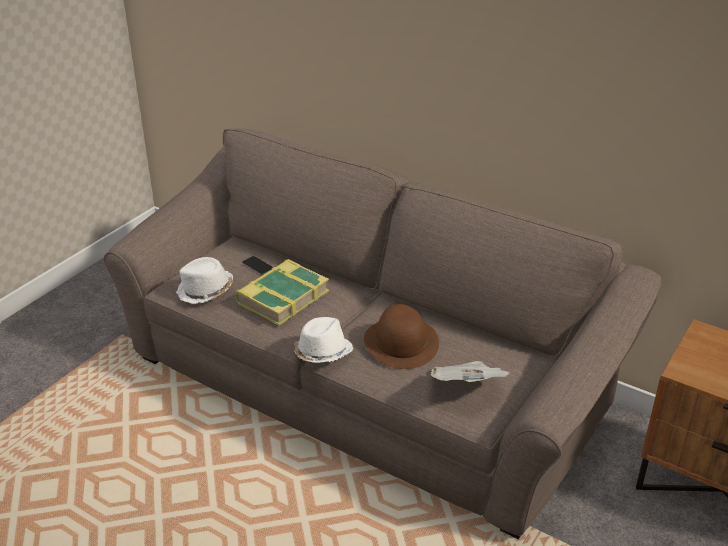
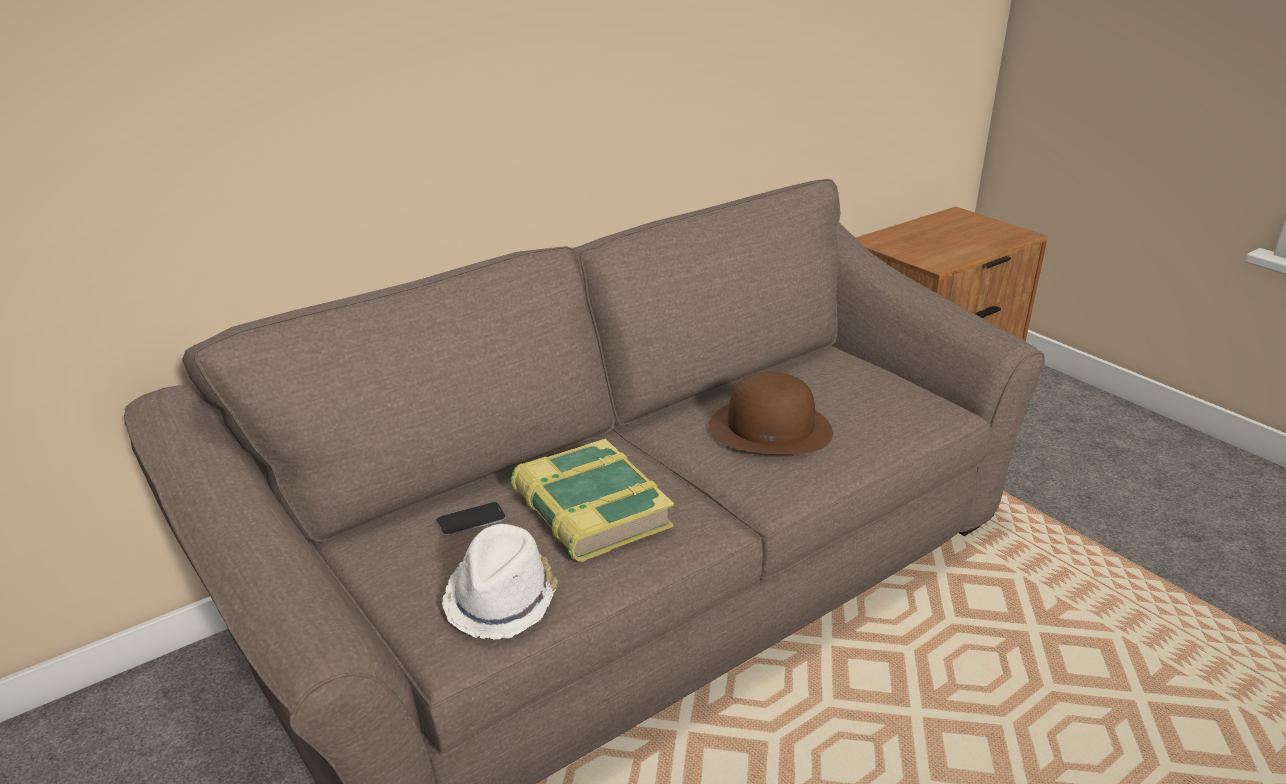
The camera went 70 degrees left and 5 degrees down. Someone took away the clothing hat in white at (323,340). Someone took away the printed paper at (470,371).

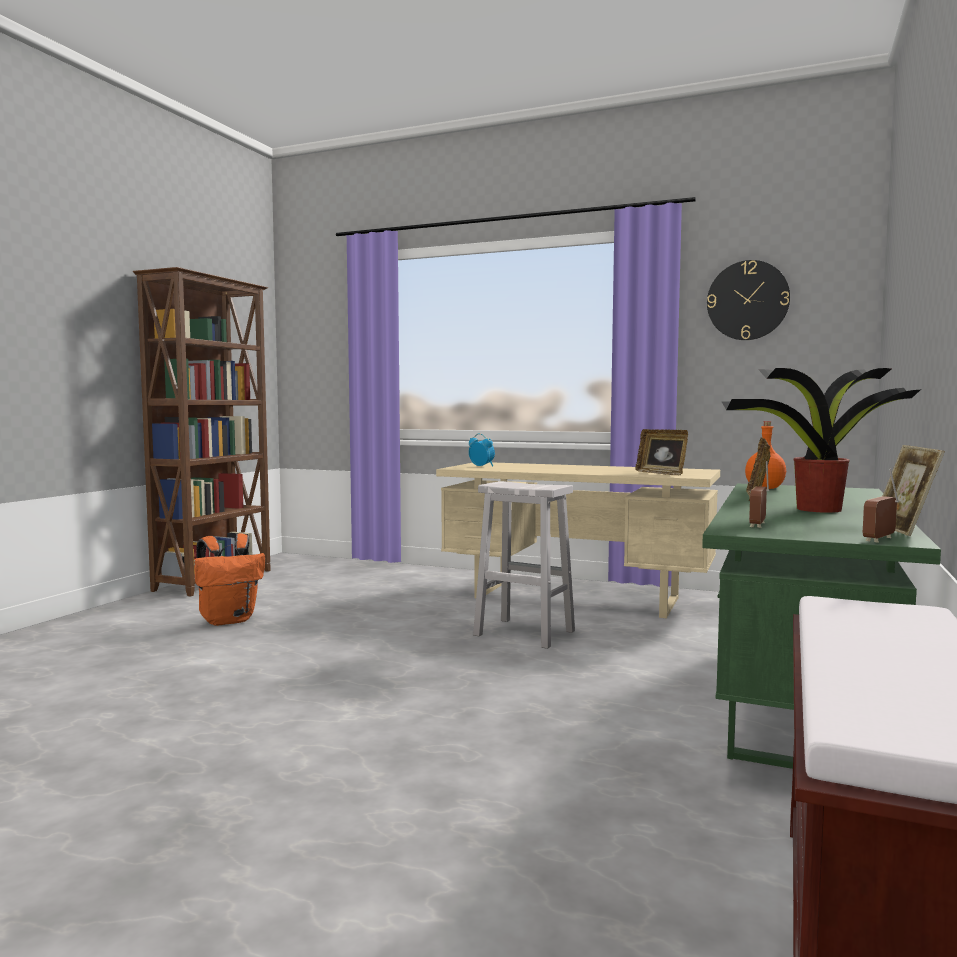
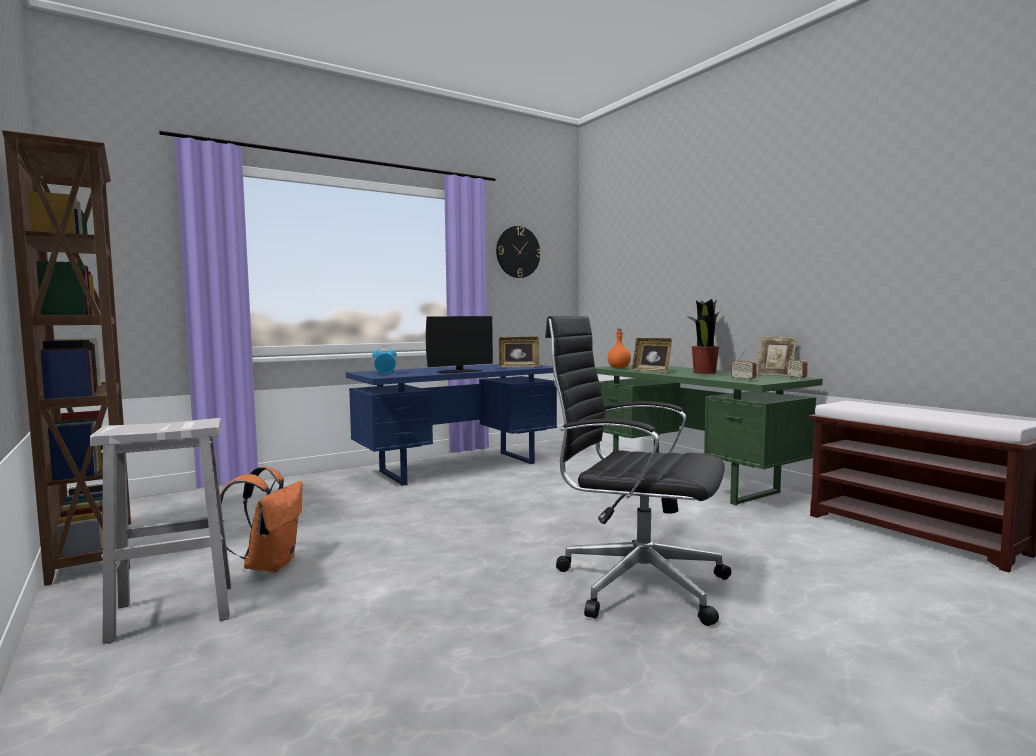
The camera went 55 degrees left and 0 degrees up. Someone repainted the desk unit in beige-coloured at (578,540), which became the desk unit in blue-coloured at (451,425). Someone carried the sitting stool in white from (524,565) to (160,531). Someone put down the monitor at (459,345). Someone put down the office chair in blackish at (638,471).

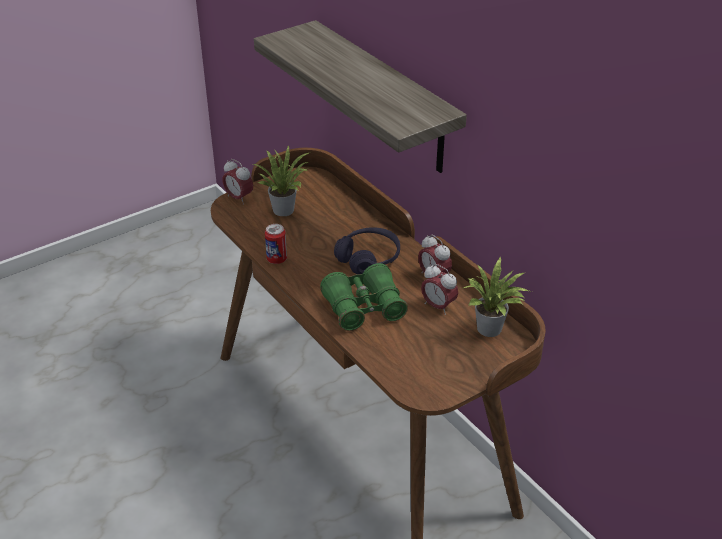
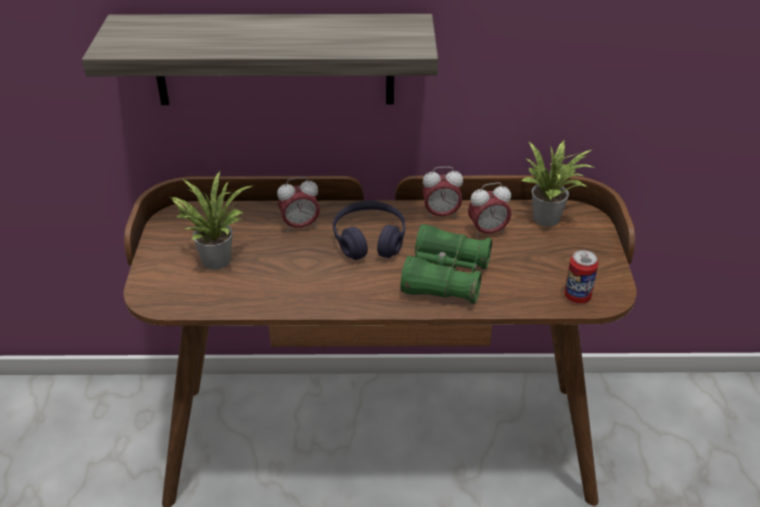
The camera went 55 degrees left and 0 degrees up. Someone carried the bedside clock from (237,182) to (298,204). Someone carried the sealed can from (276,244) to (581,277).

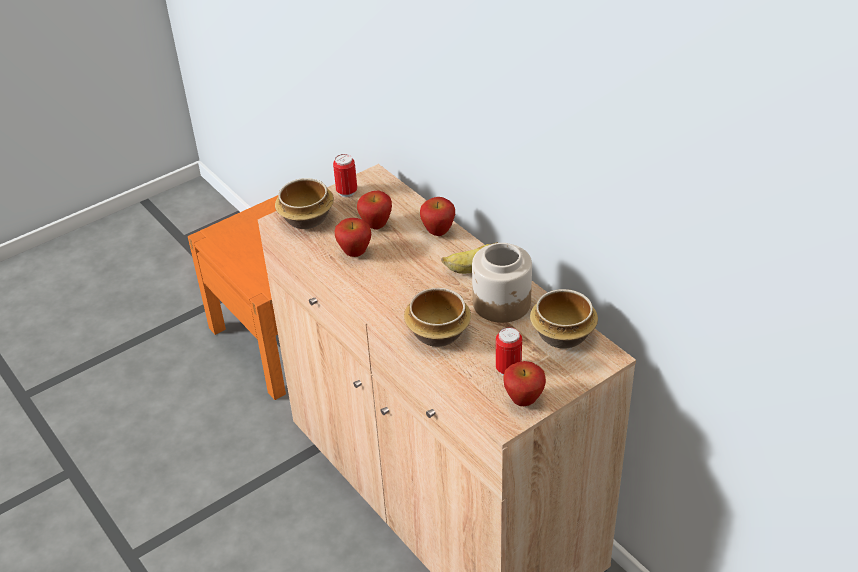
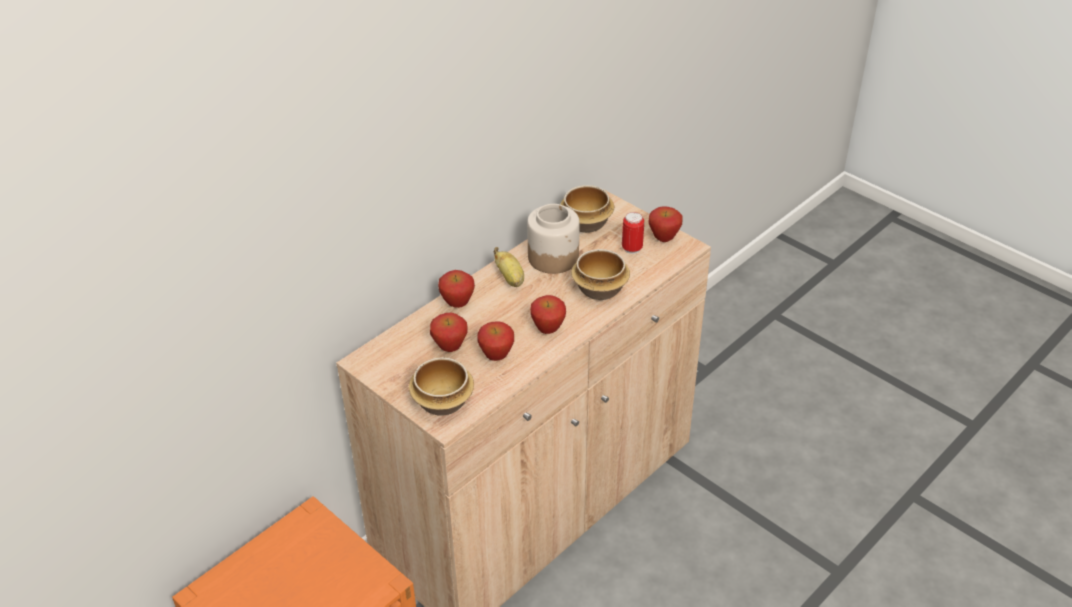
The camera went 100 degrees left and 0 degrees up. Someone took away the sealed can at (345,175). Someone put down the whole apple at (548,314).

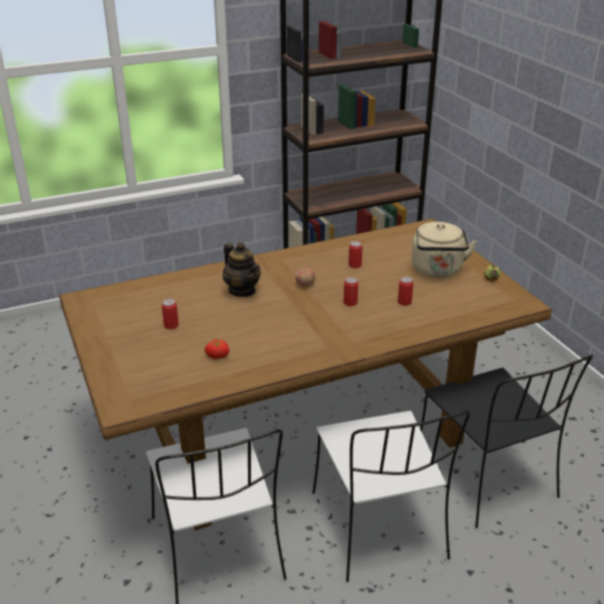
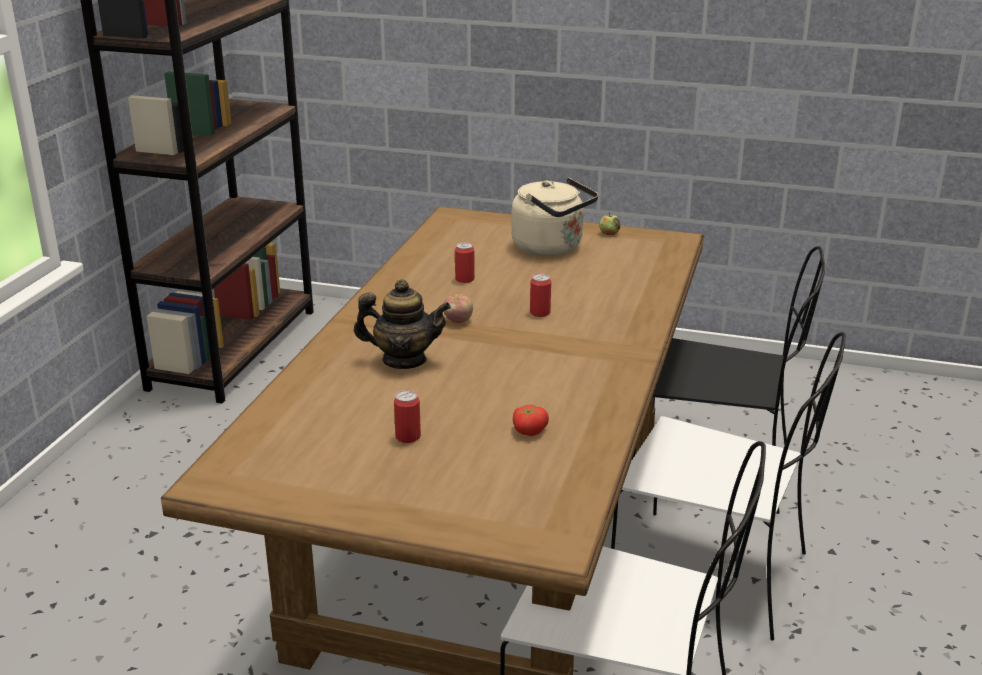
The camera went 50 degrees left and 5 degrees down. Someone took away the sealed can at (406,291).

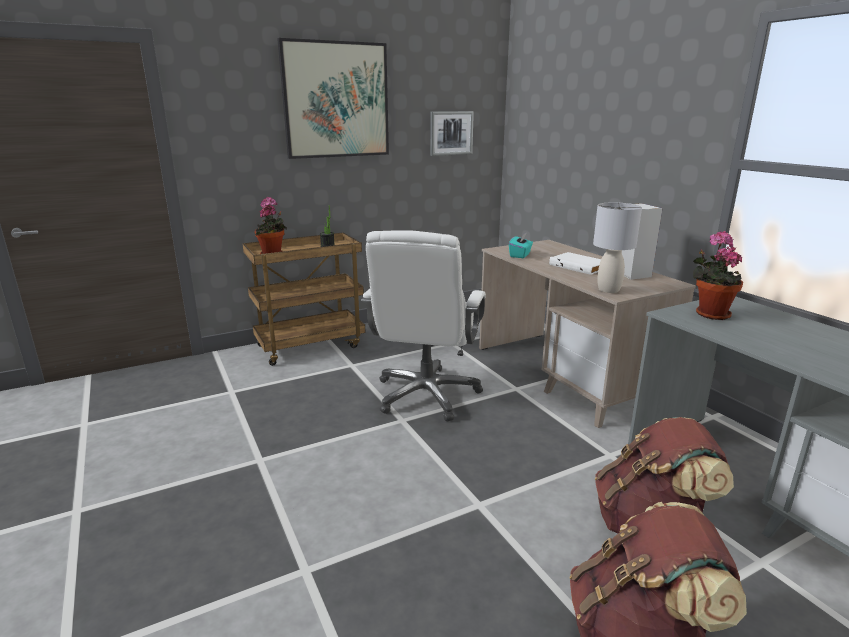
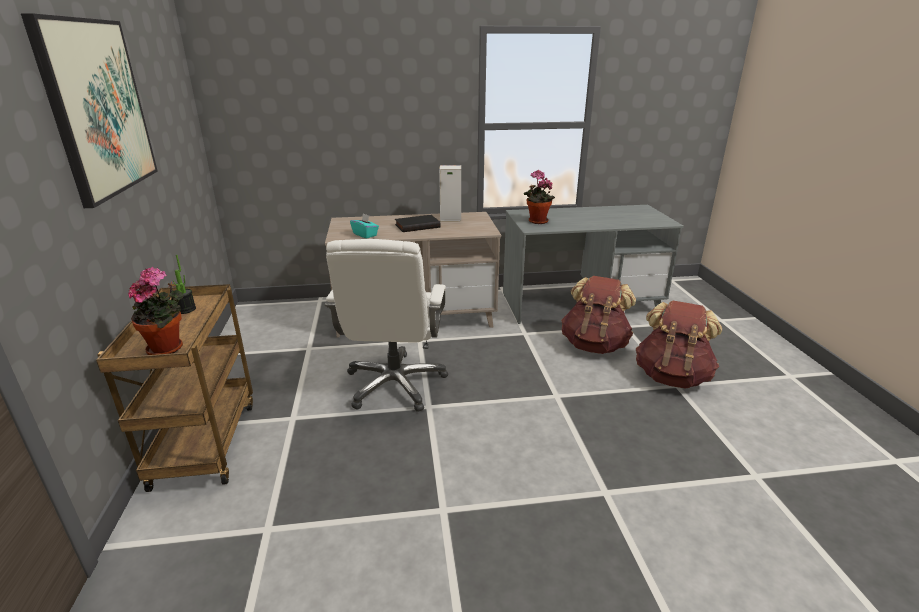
The camera went 70 degrees left and 5 degrees up. Someone rotated the office chair in white at (423,326) by 60 degrees clockwise. Someone took away the wall picture at (452,133). Someone repainted the bound book in white at (575,263), which became the bound book in blackish at (418,223). Someone took away the tabletop lamp in grey at (617,247).

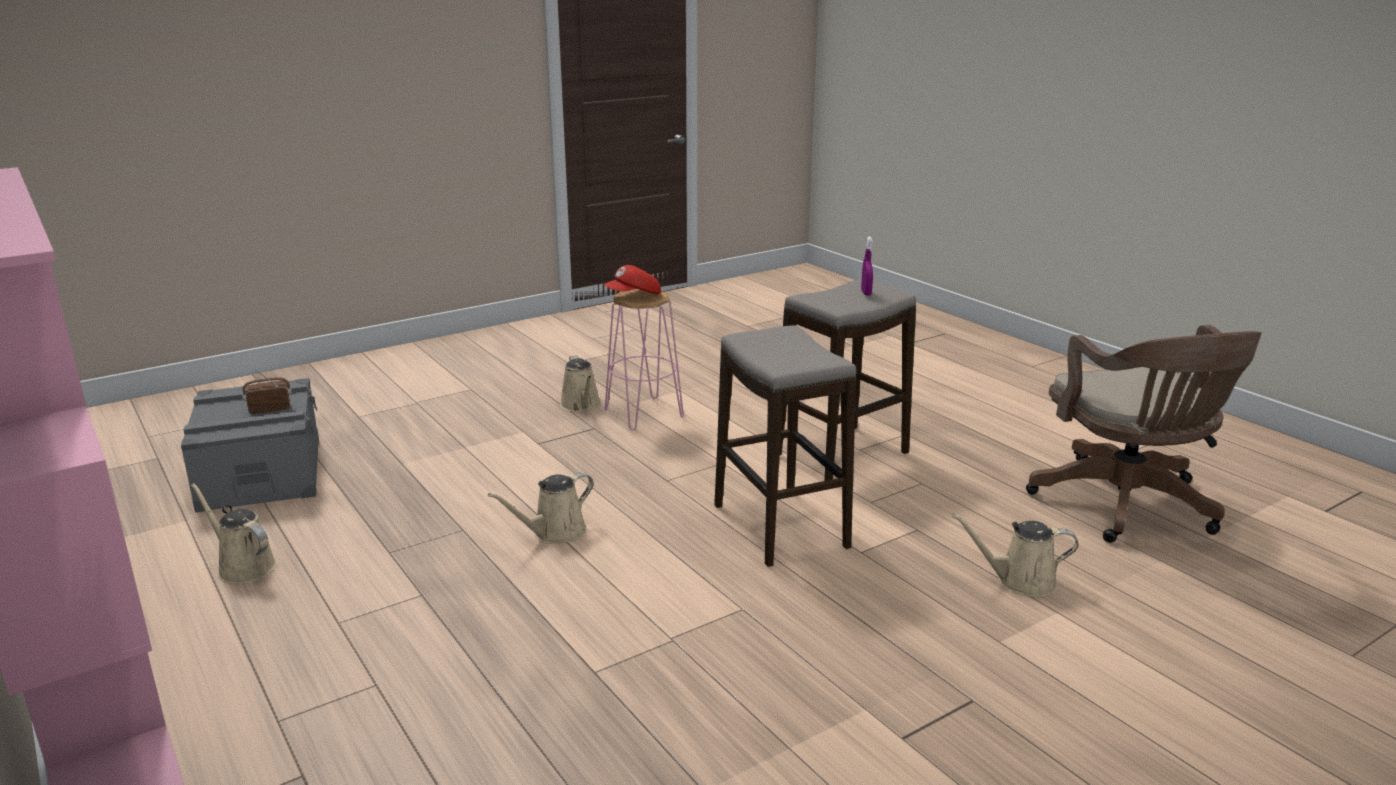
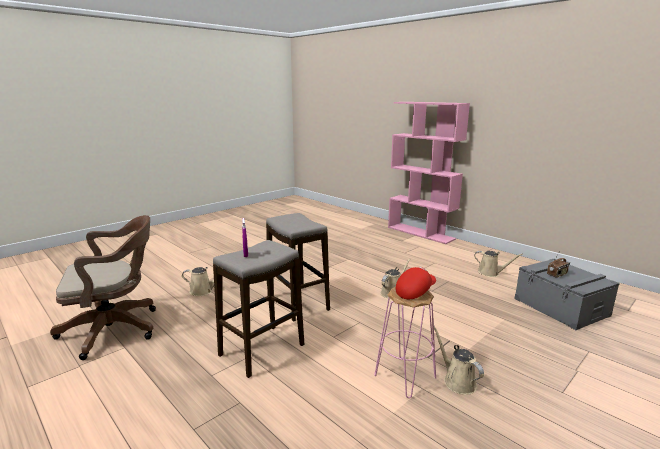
The camera went 170 degrees right and 5 degrees down. Someone rotated the office chair in brown at (1144,434) by 90 degrees clockwise.

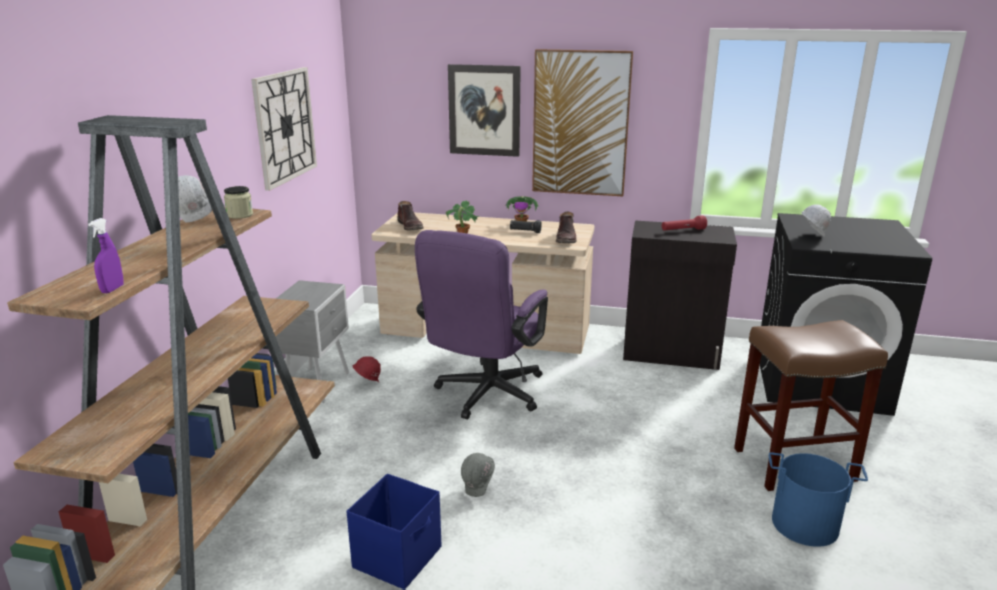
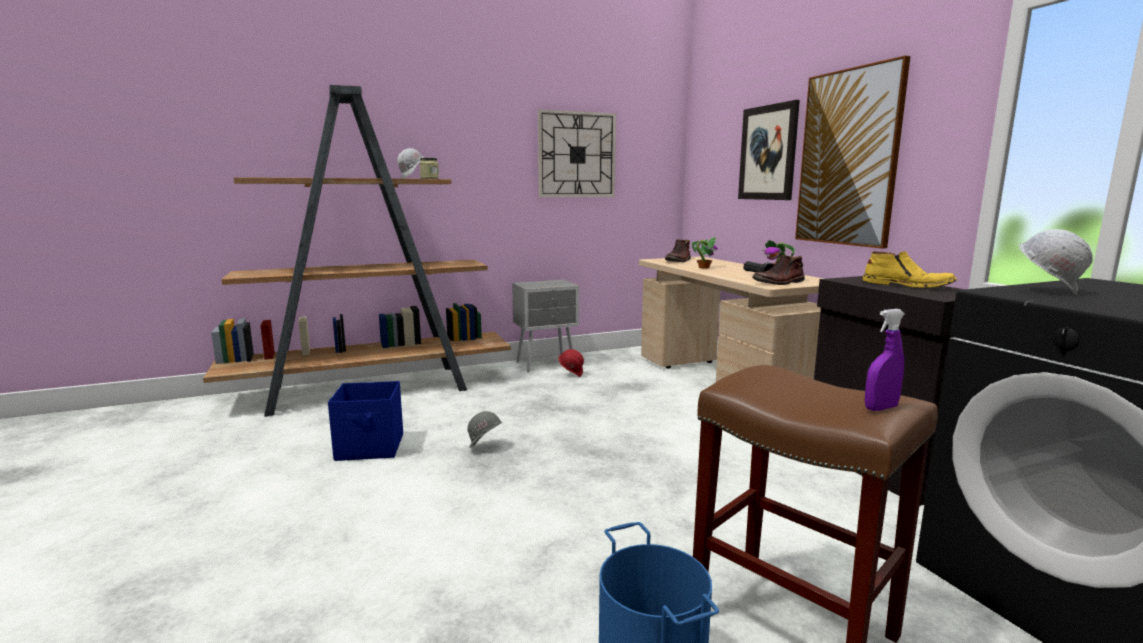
The camera went 55 degrees right and 10 degrees down. Someone carried the spray bottle in purple-coloured from (106,255) to (885,360). Someone took away the office chair in purple-coloured at (481,324). Someone swapped the hand torch in reddish at (684,222) for the high-top boot in yellow at (909,269).

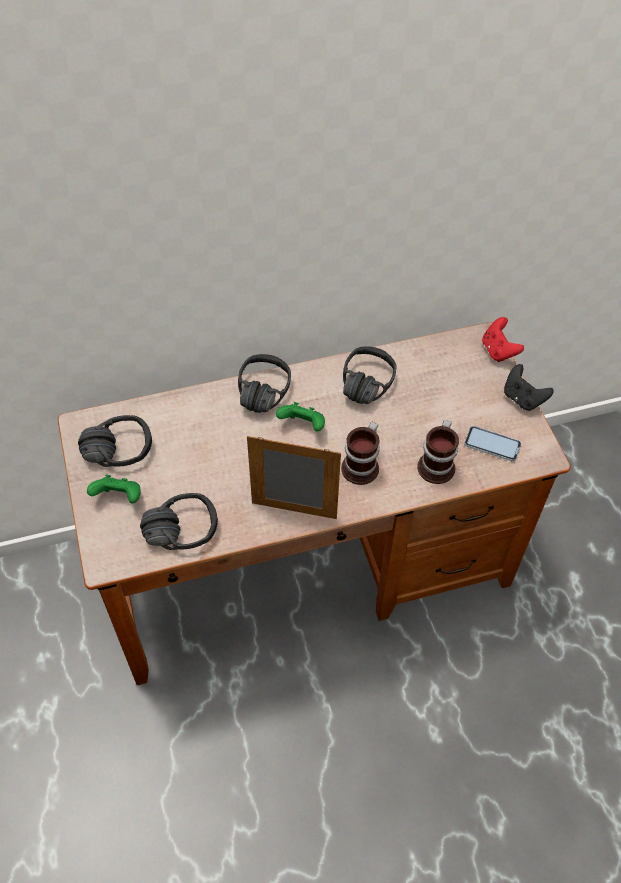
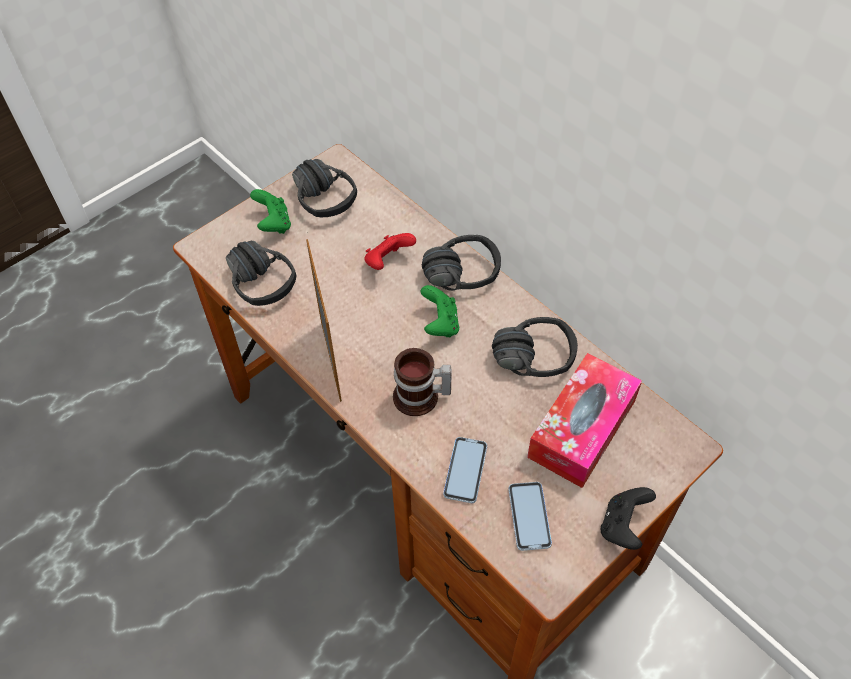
The camera went 65 degrees right and 0 degrees up. Someone swapped the mug at (438,452) for the phone at (465,470). Someone carried the game controller in reddish from (503,339) to (390,251). Someone put down the tissue holder at (584,420).

